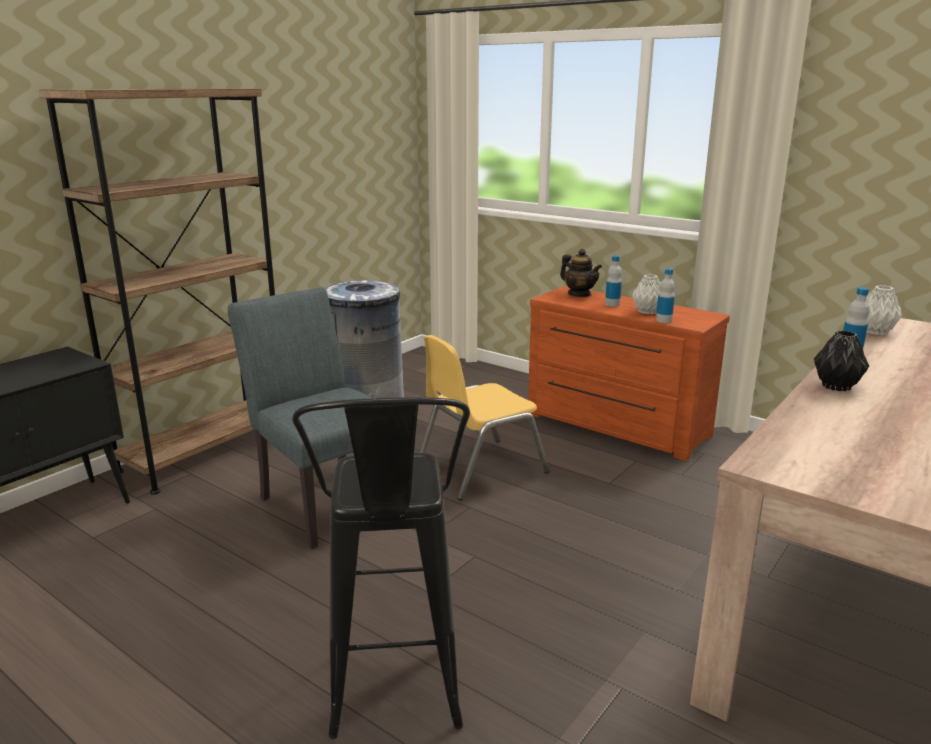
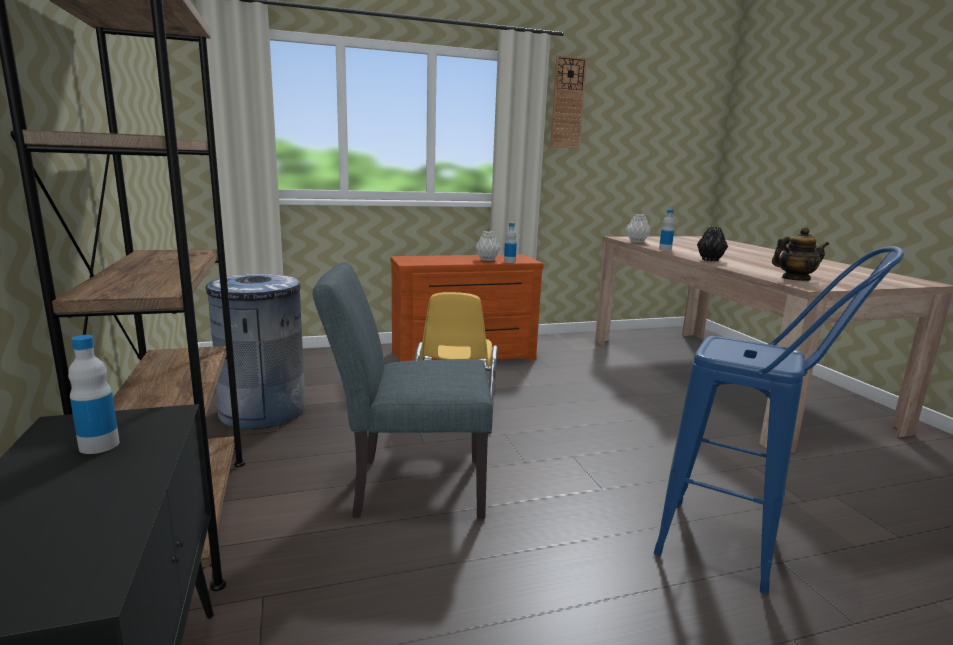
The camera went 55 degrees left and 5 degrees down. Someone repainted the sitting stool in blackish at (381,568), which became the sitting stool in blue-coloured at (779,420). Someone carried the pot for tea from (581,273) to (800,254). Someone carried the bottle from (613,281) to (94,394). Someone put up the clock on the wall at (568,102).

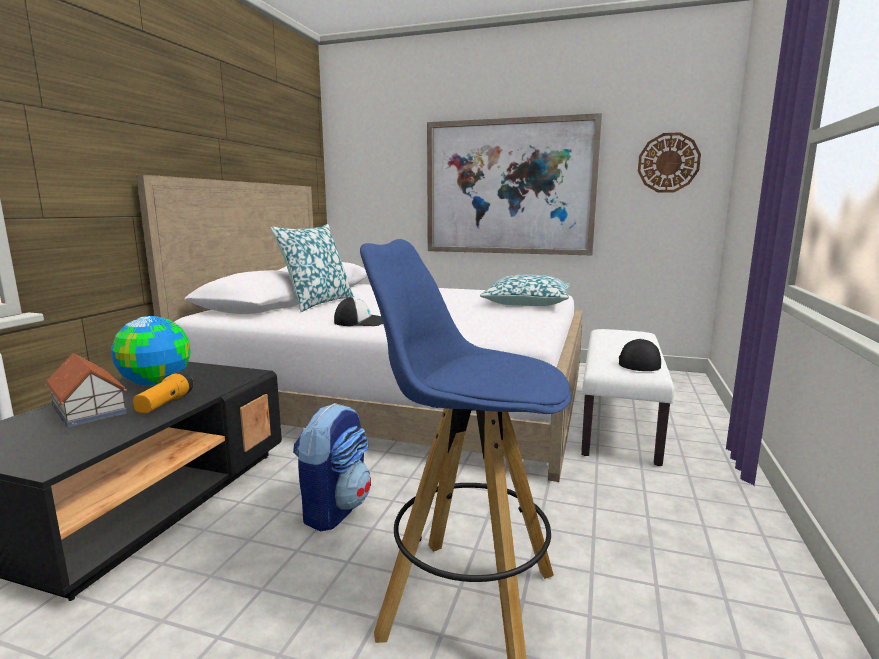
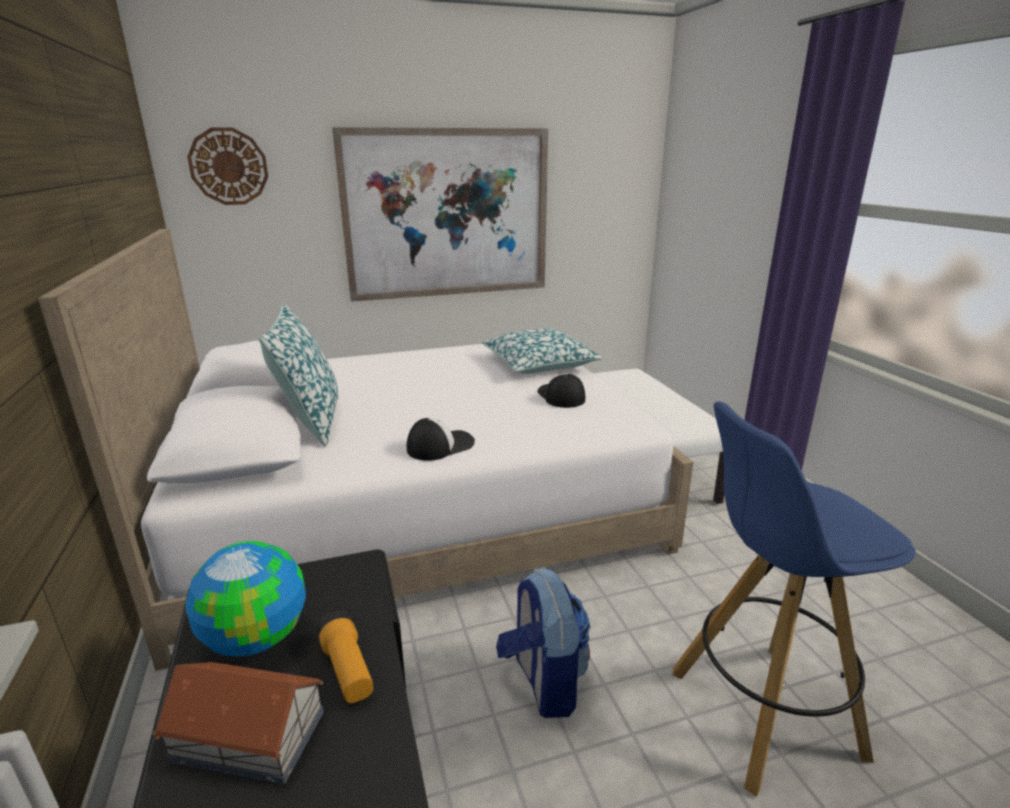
The camera went 35 degrees left and 10 degrees up. Someone carried the cap from (640,355) to (561,390). Someone carried the clock on the wall from (669,162) to (227,166).

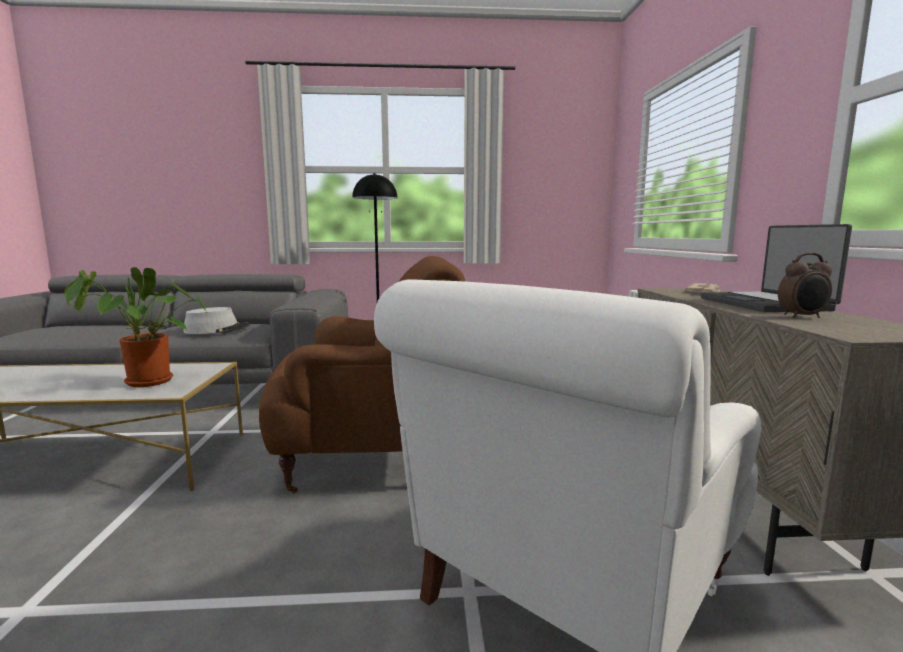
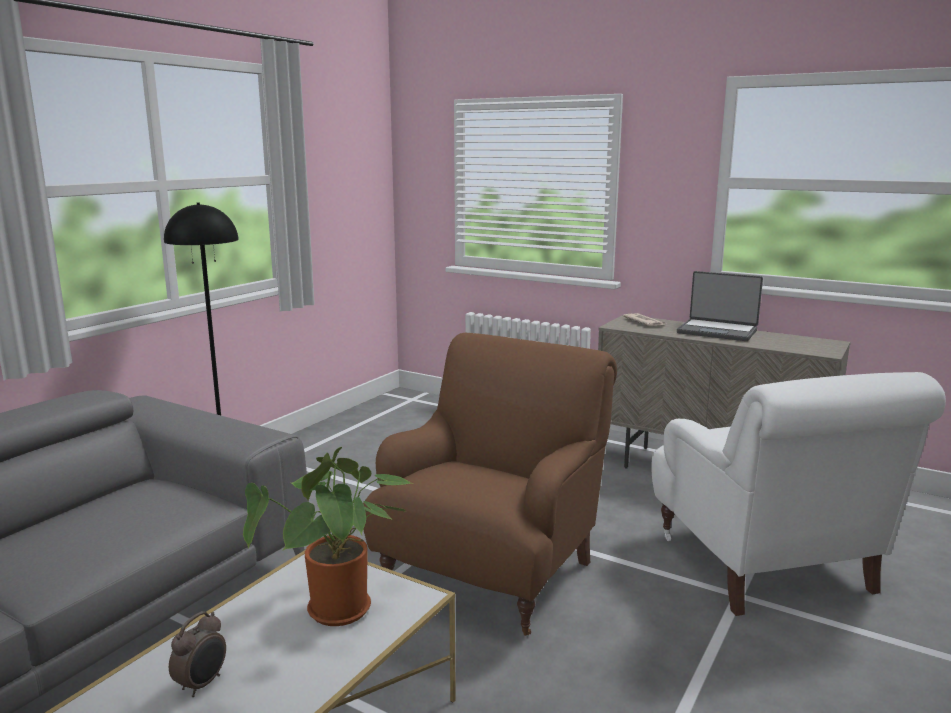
The camera went 55 degrees left and 5 degrees up. Someone took away the clothing hat in grey at (216,320). Someone carried the bedside clock from (805,285) to (197,654).

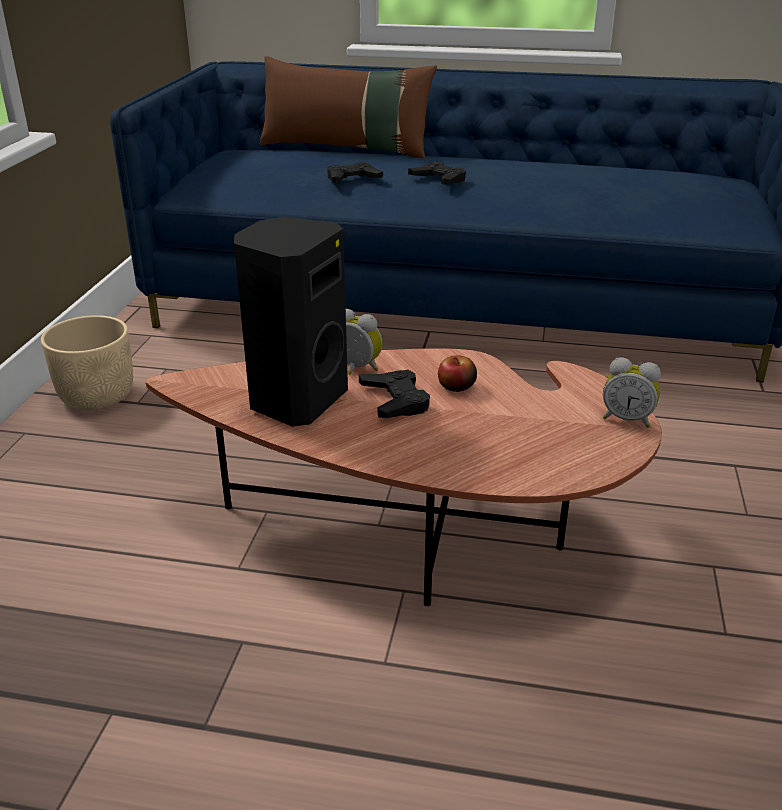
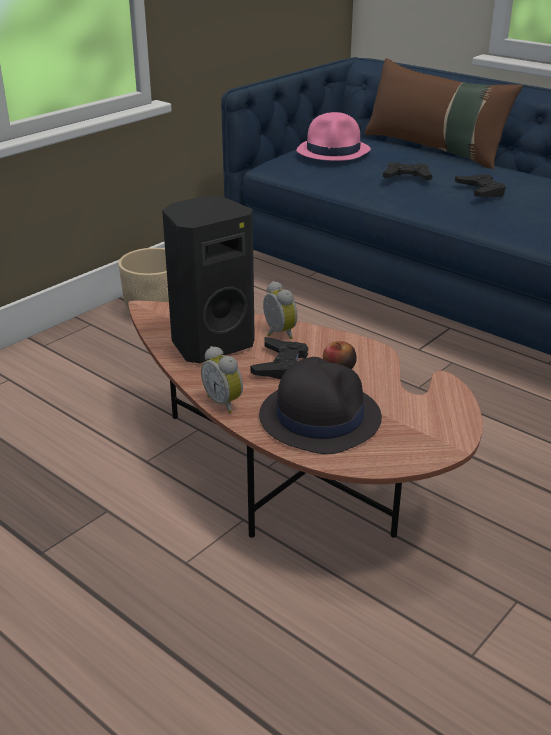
The camera went 30 degrees right and 0 degrees up. Someone carried the bedside clock from (632,392) to (222,380). Someone put down the clothing hat in blackish at (320,405). Someone put down the clothing hat in pink-coloured at (333,136).

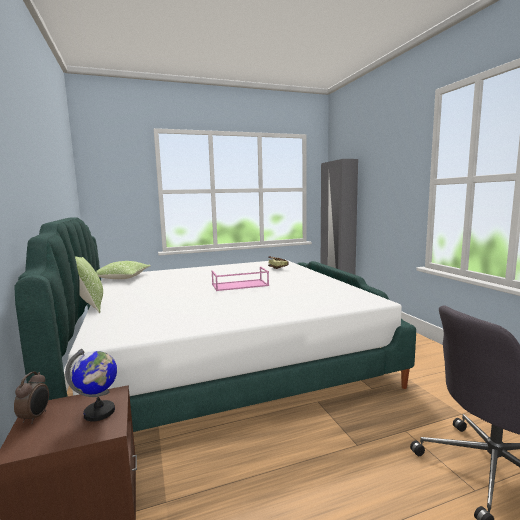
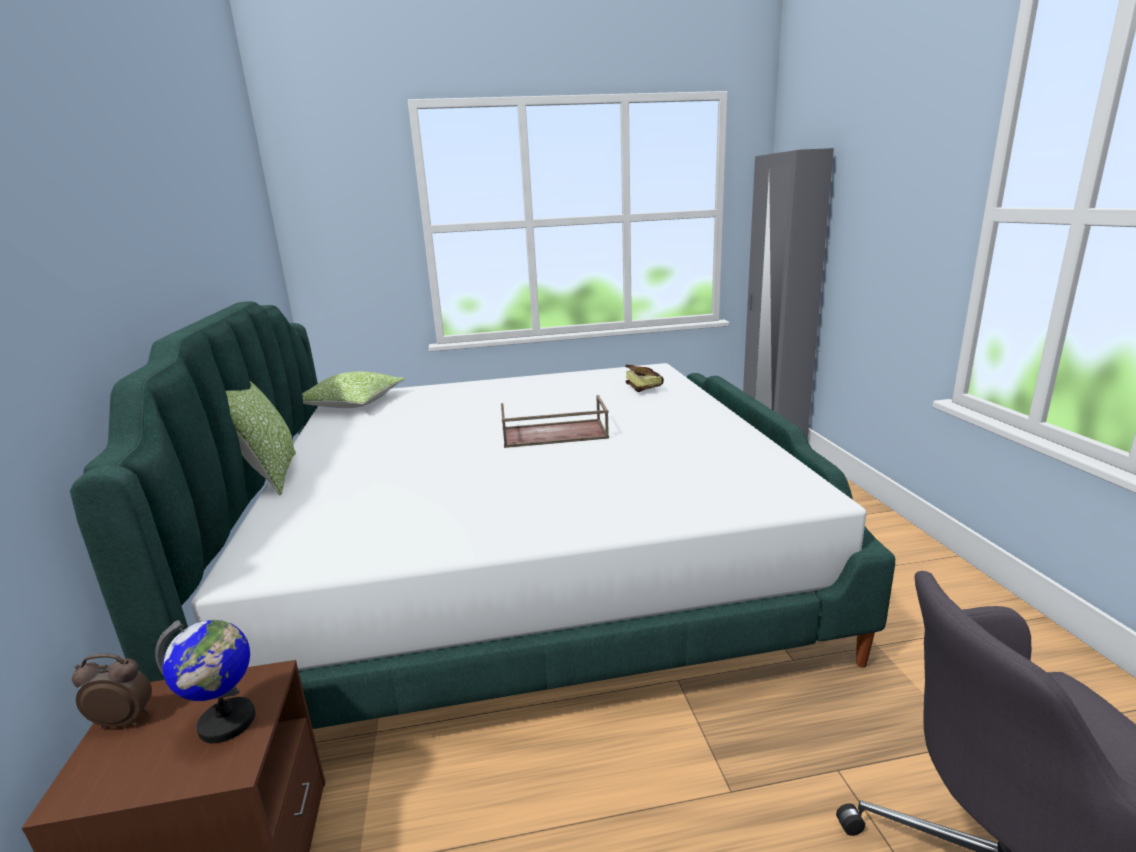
The camera went 10 degrees right and 10 degrees up. Someone rotated the bedside clock at (31,397) by 105 degrees counterclockwise. Someone repainted the serving tray in pink-coloured at (240,278), which became the serving tray in brown at (555,421).

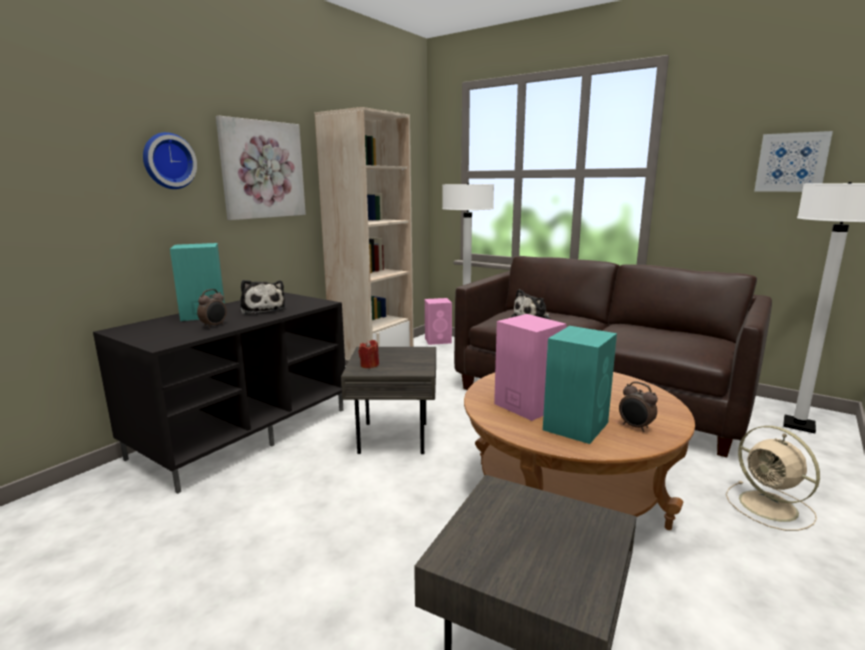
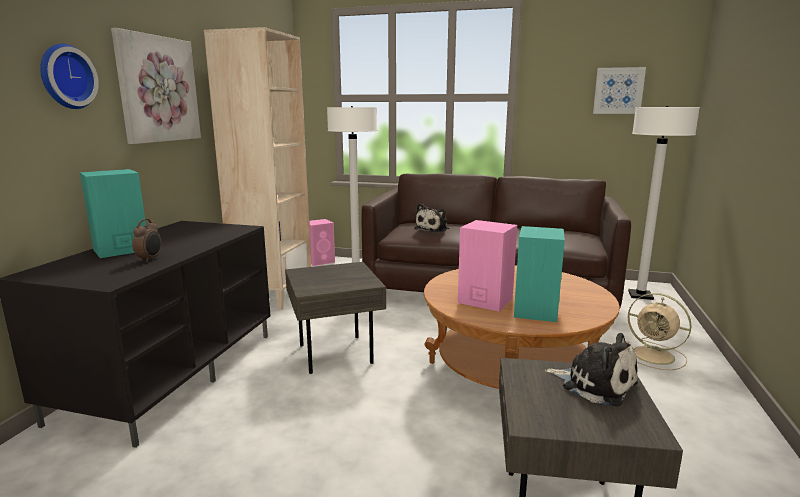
The camera went 20 degrees left and 0 degrees up. Someone carried the soft toy from (262,297) to (591,370). Someone took away the wax light in reddish at (368,354). Someone took away the bedside clock at (638,407).

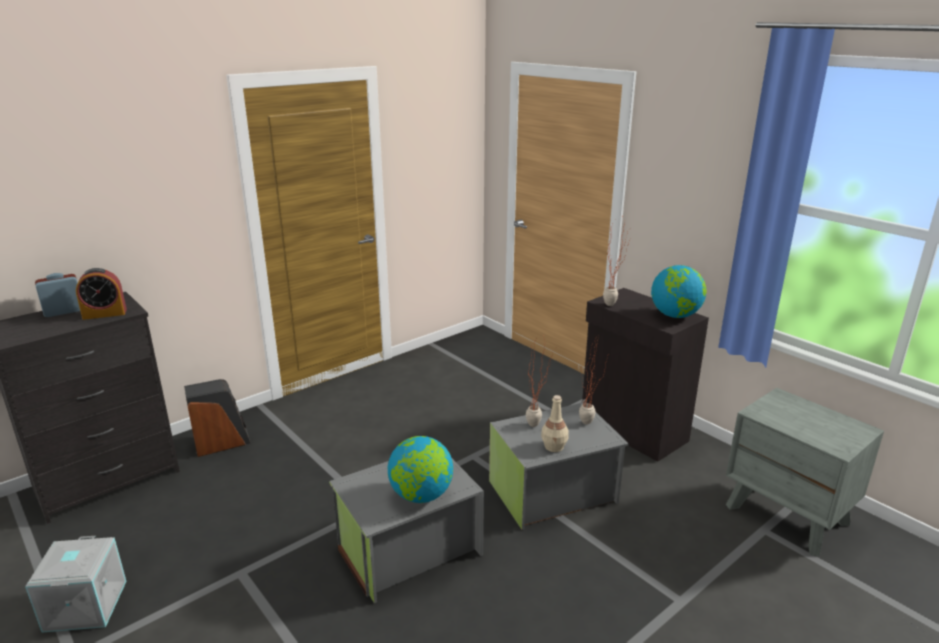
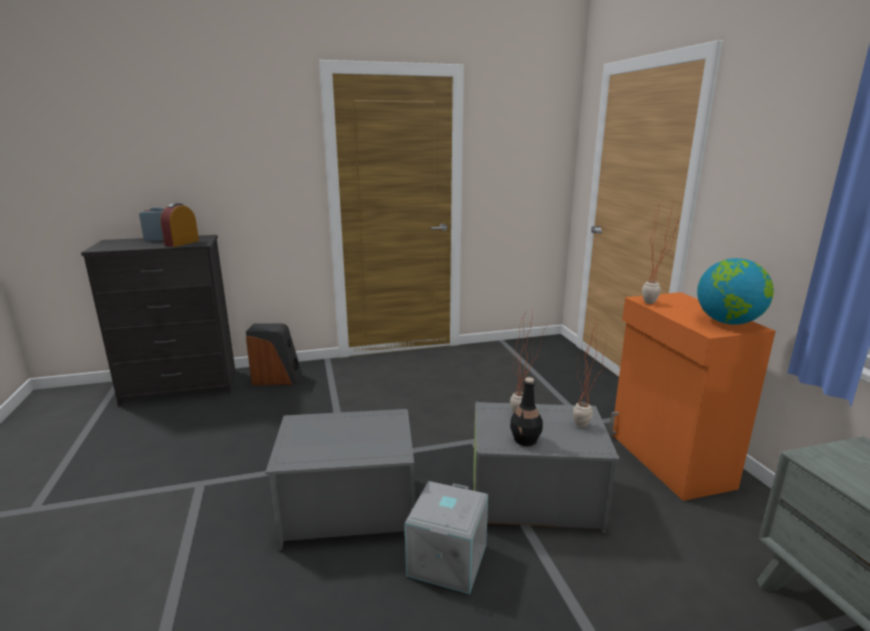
The camera went 25 degrees right and 5 degrees down. Someone carried the storage box in grey from (76,584) to (446,537). Someone rotated the bedside clock at (101,294) by 105 degrees clockwise. Someone took away the world globe at (420,469). Someone repainted the bottle in beige-coloured at (555,423), which became the bottle in blackish at (526,411). Someone repainted the storage cabinet in blackish at (645,375), which became the storage cabinet in orange-coloured at (692,396).

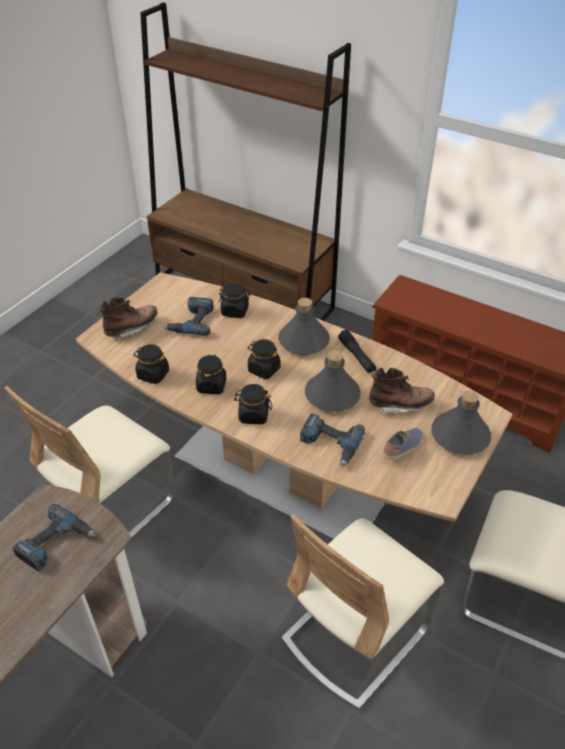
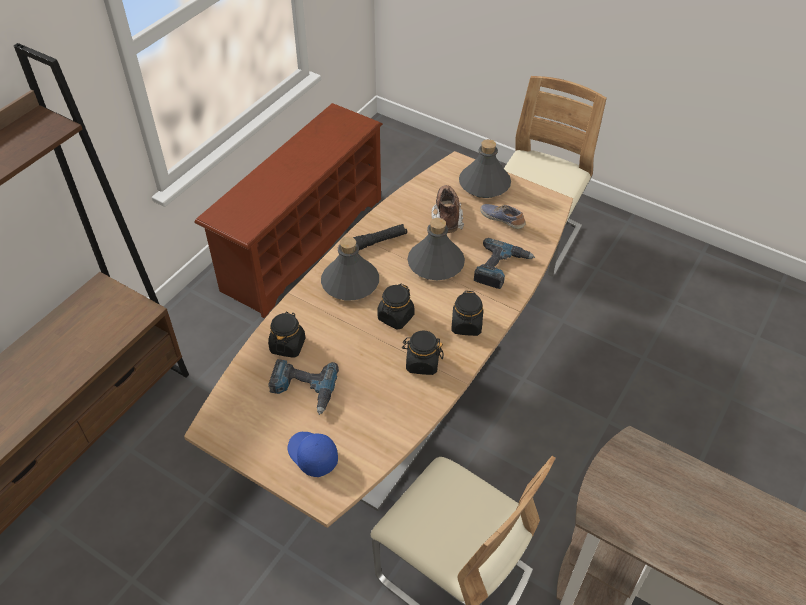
The camera went 90 degrees left and 5 degrees up. Someone took away the drill at (53,537). Someone swapped the high-top boot in brown at (128,319) for the cap in blue-coloured at (313,454). Someone took away the jar in blackish at (151,364). Someone took away the plain chair in beige-coloured at (363,611).

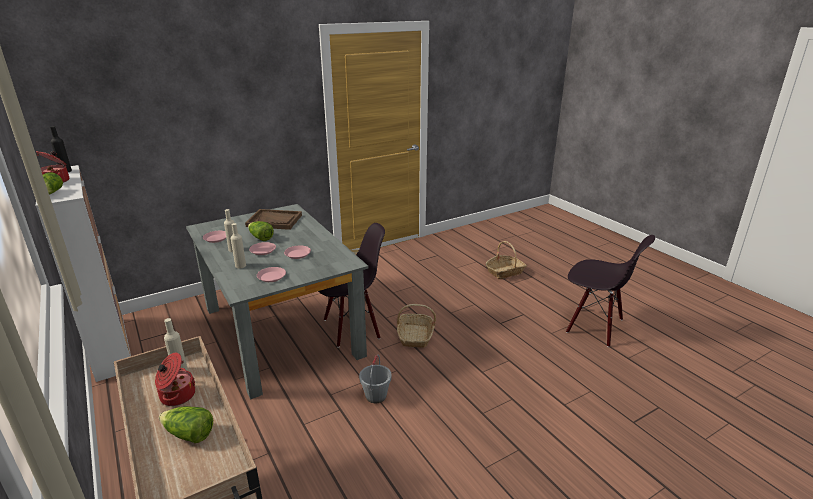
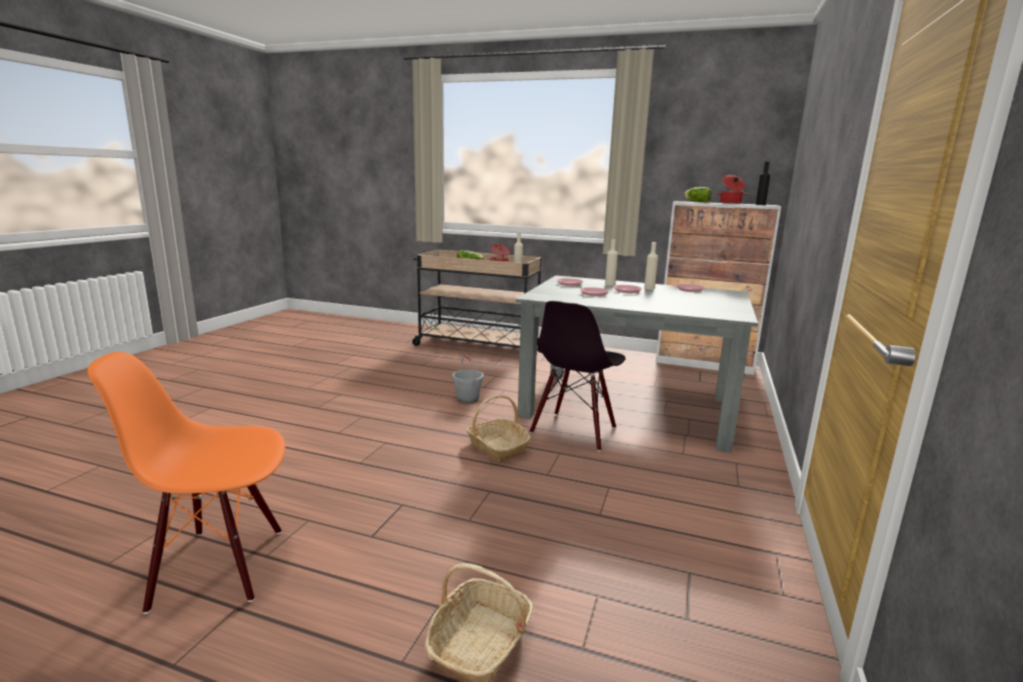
The camera went 140 degrees right and 10 degrees down. Someone took away the serving tray in brown at (273,219). Someone took away the head of lettuce at (261,231). Someone repainted the plain chair in blackish at (610,291), which became the plain chair in orange-coloured at (186,483).

